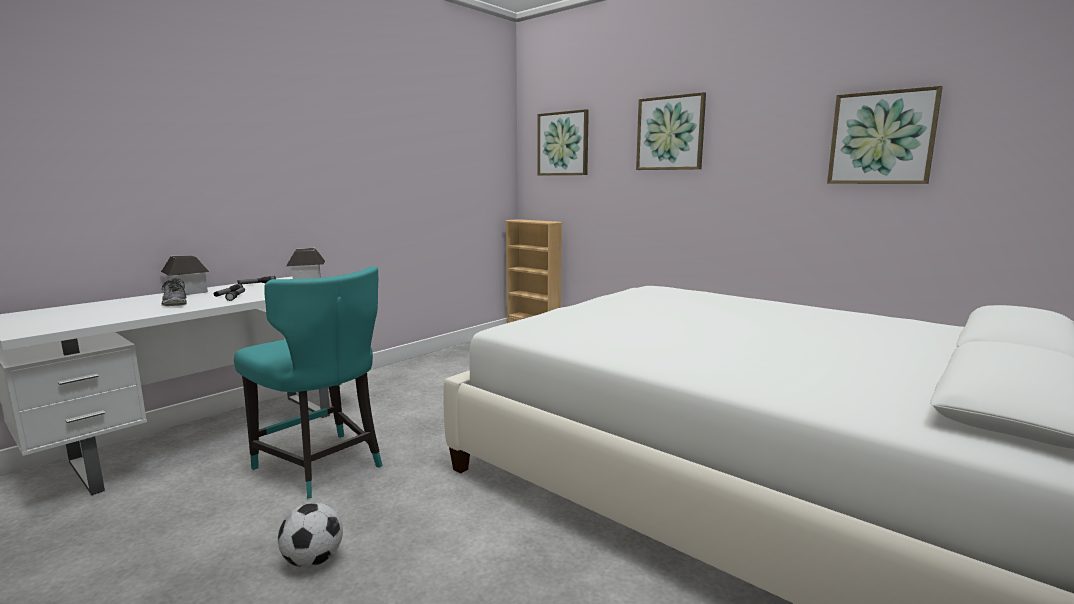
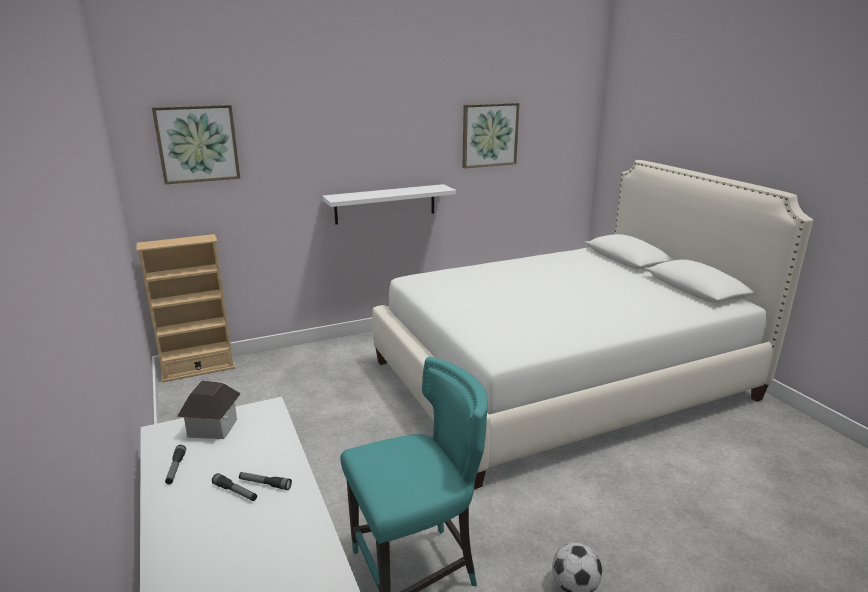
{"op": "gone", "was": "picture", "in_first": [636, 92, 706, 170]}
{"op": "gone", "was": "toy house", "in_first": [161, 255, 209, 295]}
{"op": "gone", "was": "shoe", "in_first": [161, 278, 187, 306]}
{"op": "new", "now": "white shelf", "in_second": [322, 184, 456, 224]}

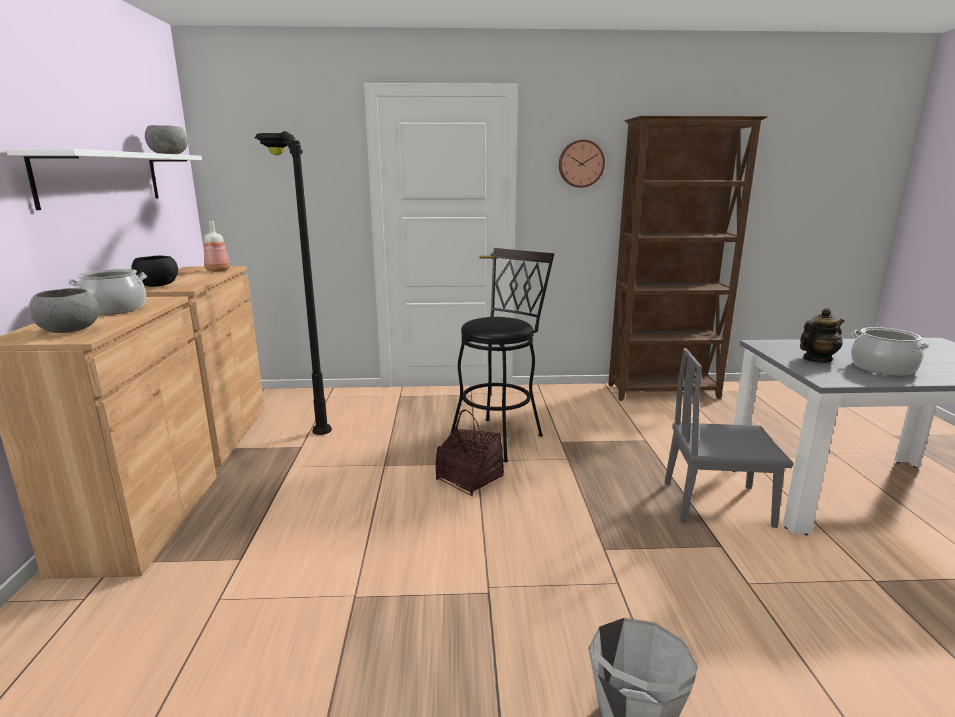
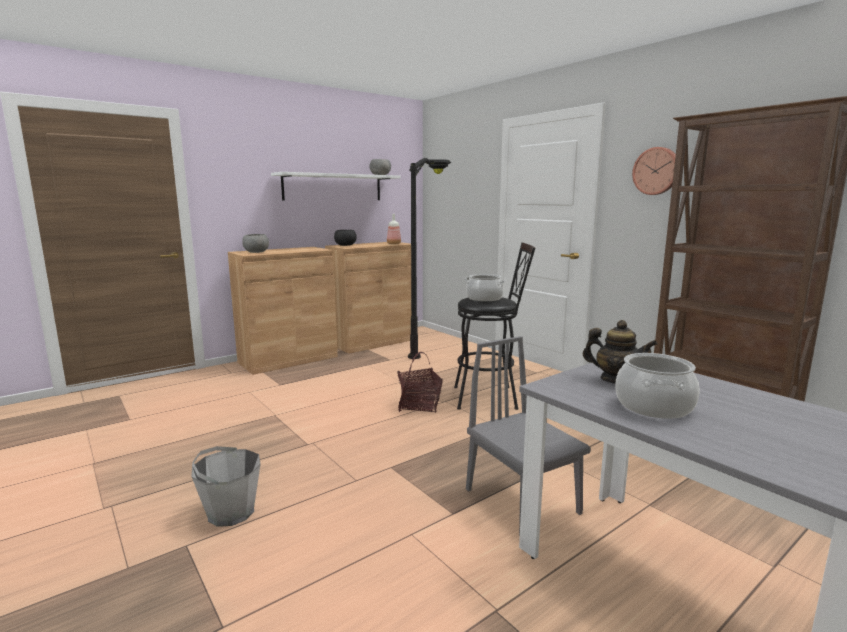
{"op": "shifted", "was": "cooking pot", "in_first": [68, 269, 147, 315], "in_second": [464, 274, 506, 302]}

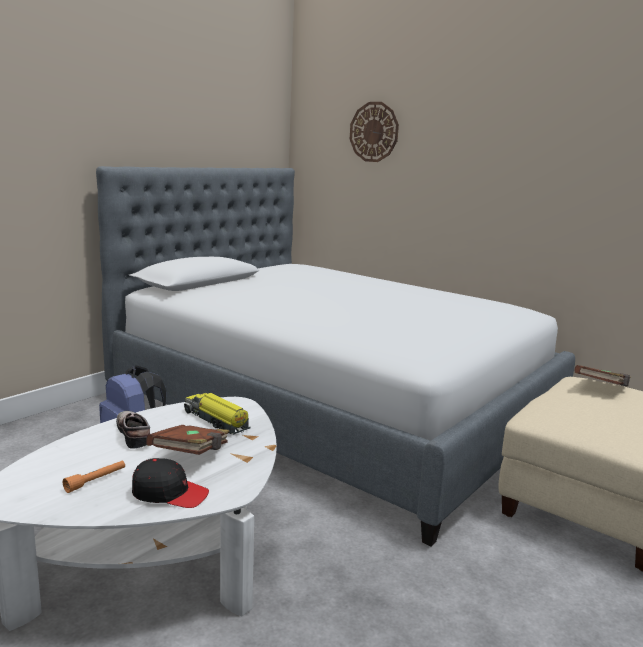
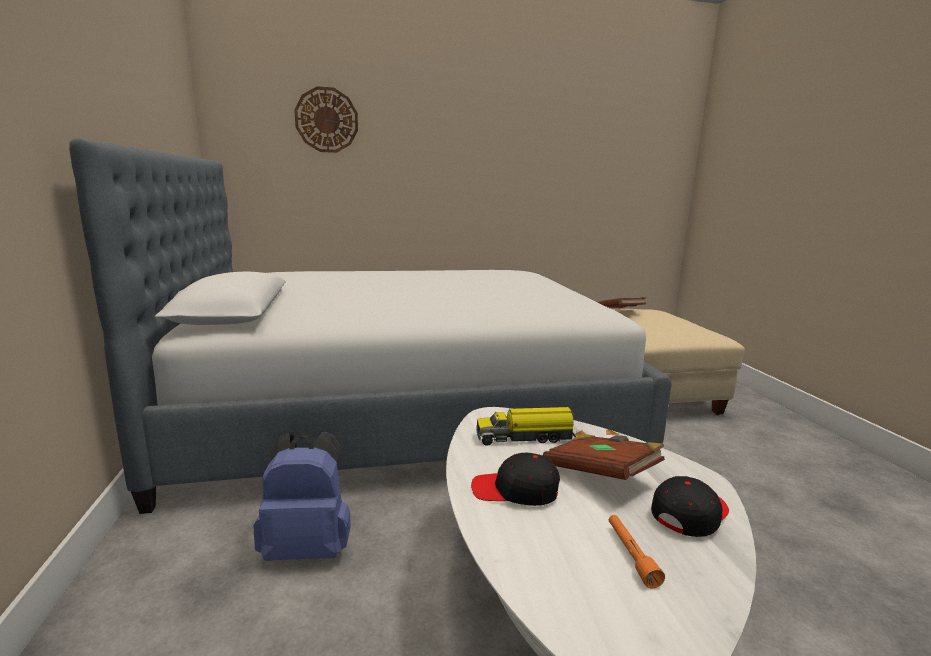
{"op": "swapped", "was": "shoe", "now": "black cap", "in_first": [116, 411, 150, 449], "in_second": [471, 453, 560, 506]}

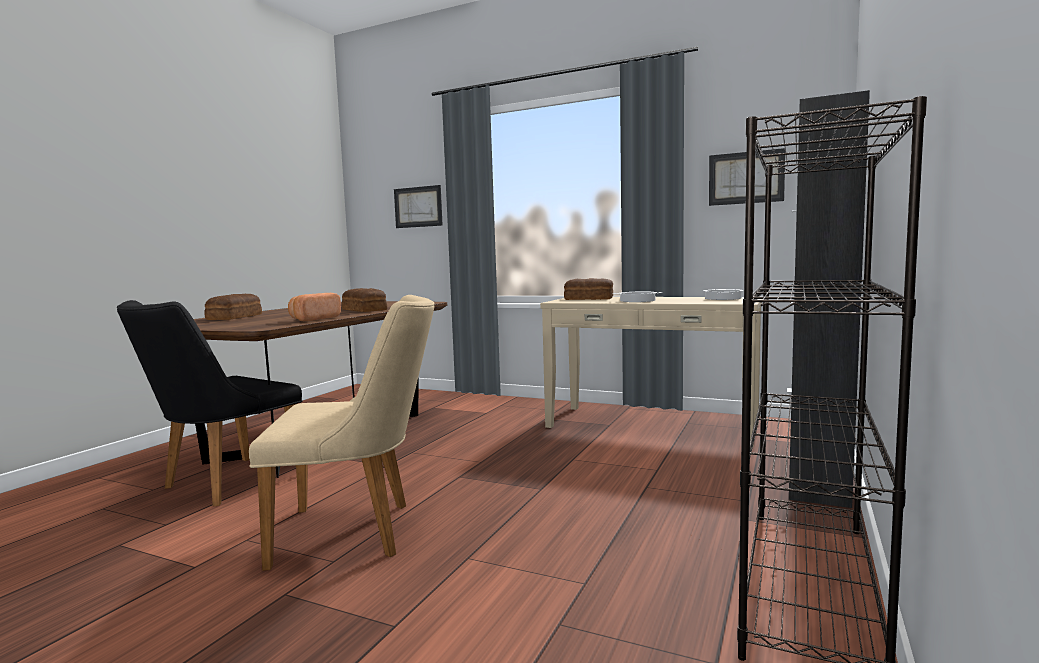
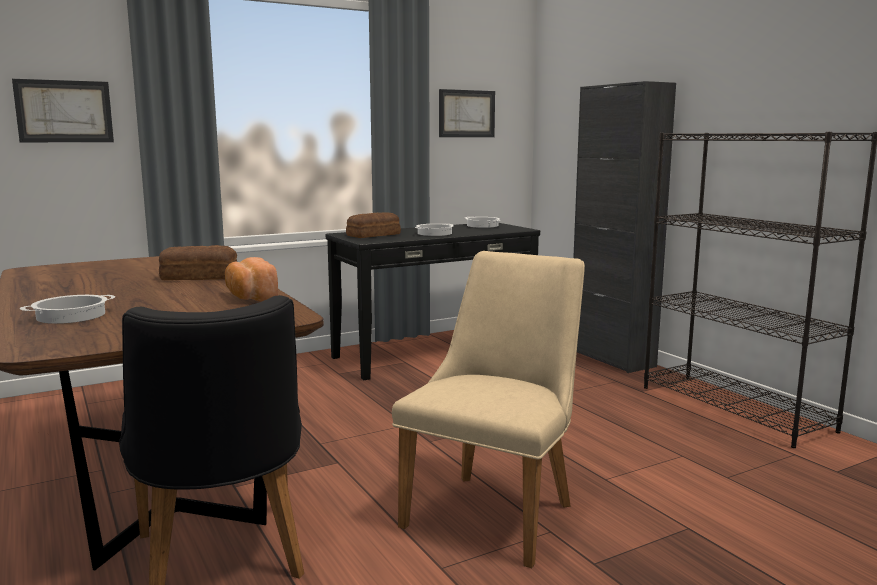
{"op": "swapped", "was": "bread", "now": "cooking pot", "in_first": [204, 294, 262, 320], "in_second": [20, 295, 115, 324]}
{"op": "repainted", "was": "beige console table", "now": "black console table", "in_first": [540, 297, 763, 449], "in_second": [326, 223, 540, 380]}

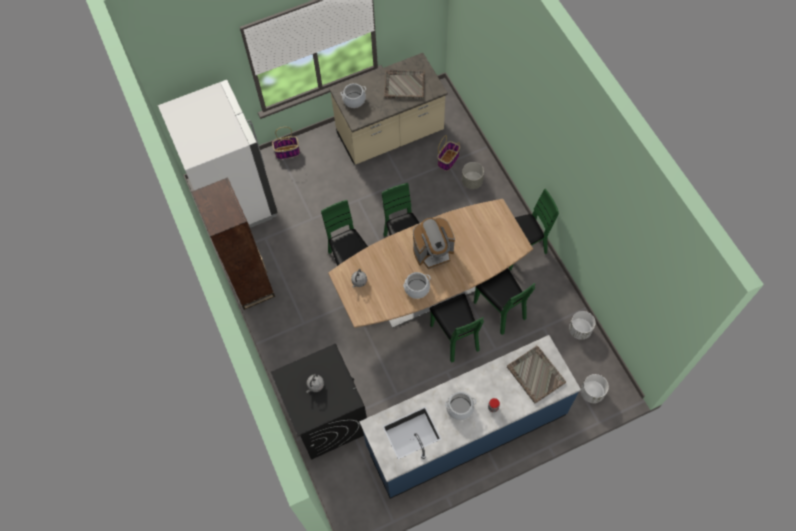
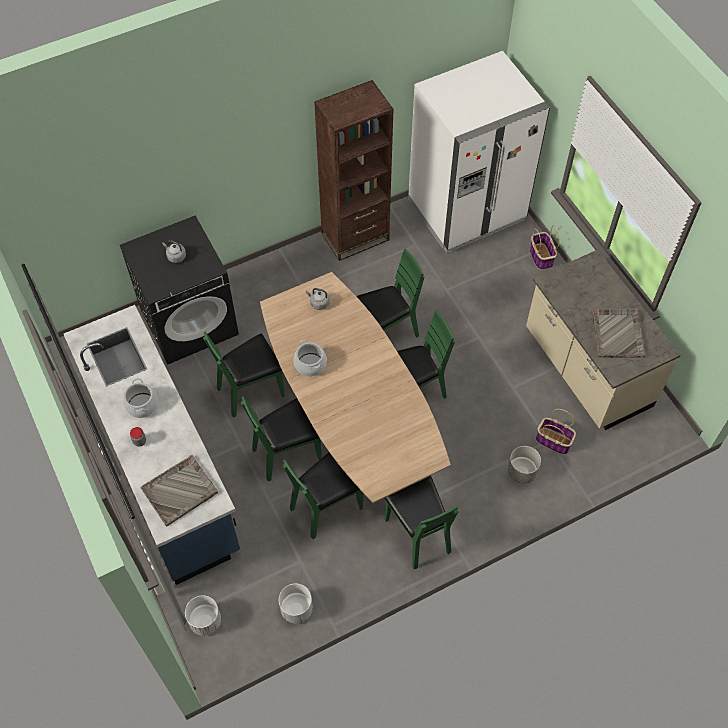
{"op": "gone", "was": "cooking pot", "in_first": [341, 83, 366, 108]}
{"op": "gone", "was": "coffee machine", "in_first": [413, 218, 455, 269]}
{"op": "new", "now": "green chair", "in_second": [203, 331, 285, 418]}

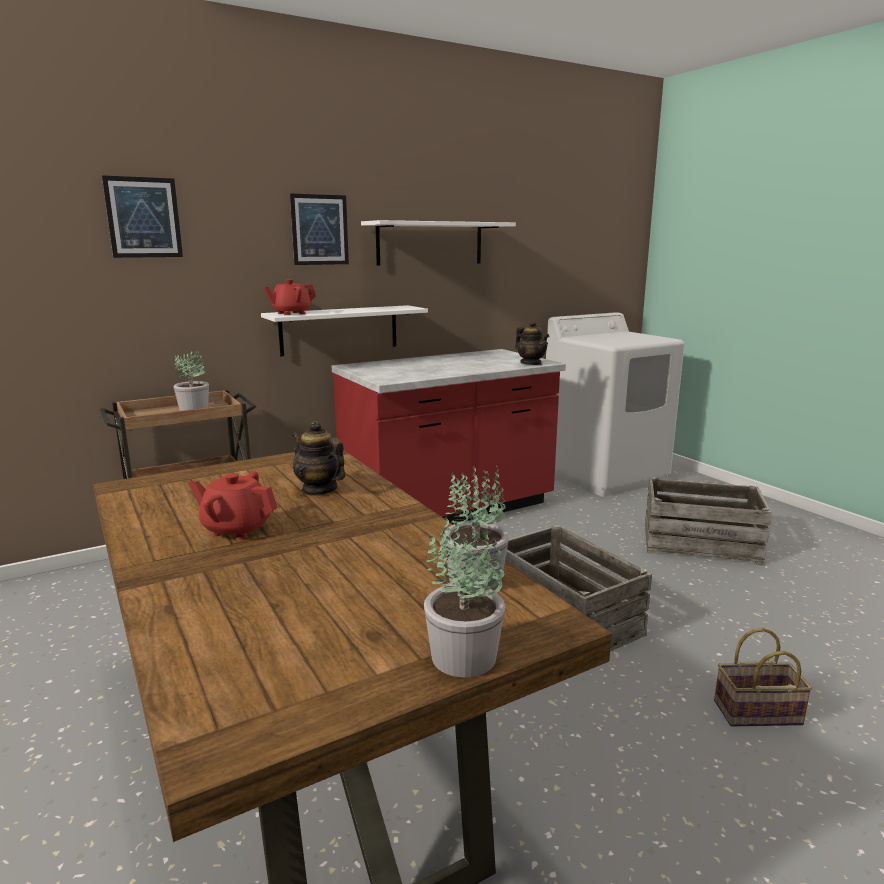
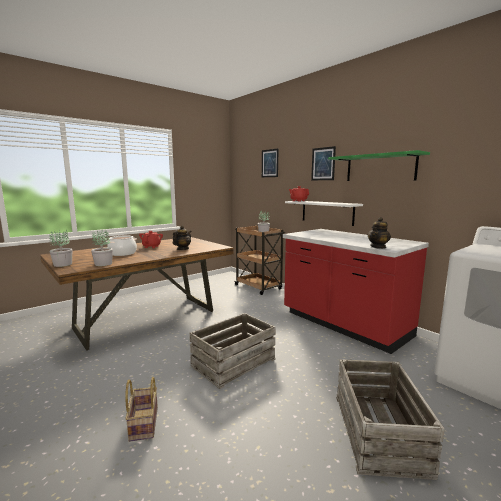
{"op": "repainted", "was": "white shelf", "now": "green shelf", "in_first": [361, 220, 516, 266], "in_second": [328, 150, 430, 181]}
{"op": "new", "now": "cooking pot", "in_second": [106, 236, 137, 256]}

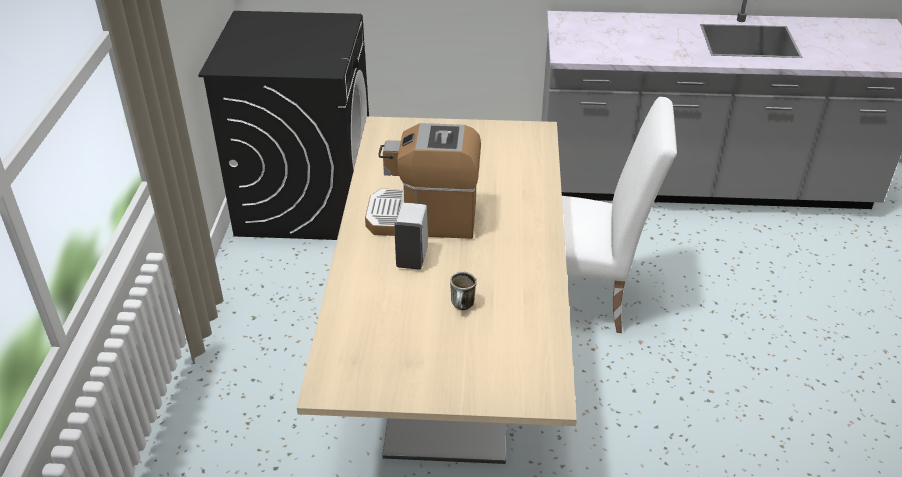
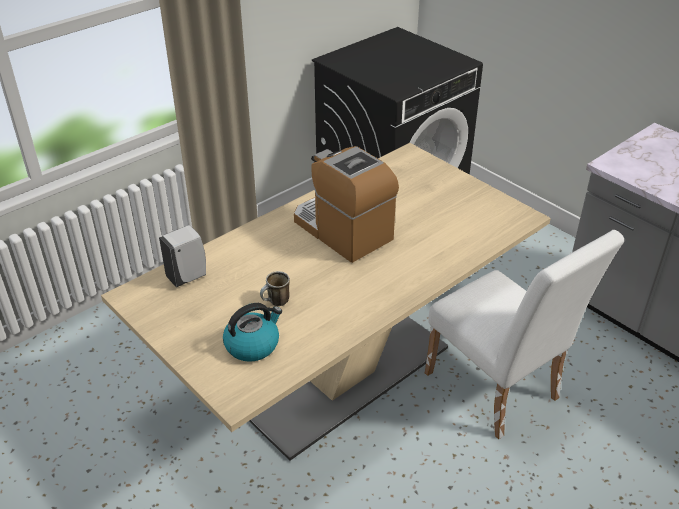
{"op": "shifted", "was": "white soap dispenser", "in_first": [394, 203, 428, 269], "in_second": [159, 225, 206, 287]}
{"op": "new", "now": "kettle", "in_second": [223, 303, 282, 362]}

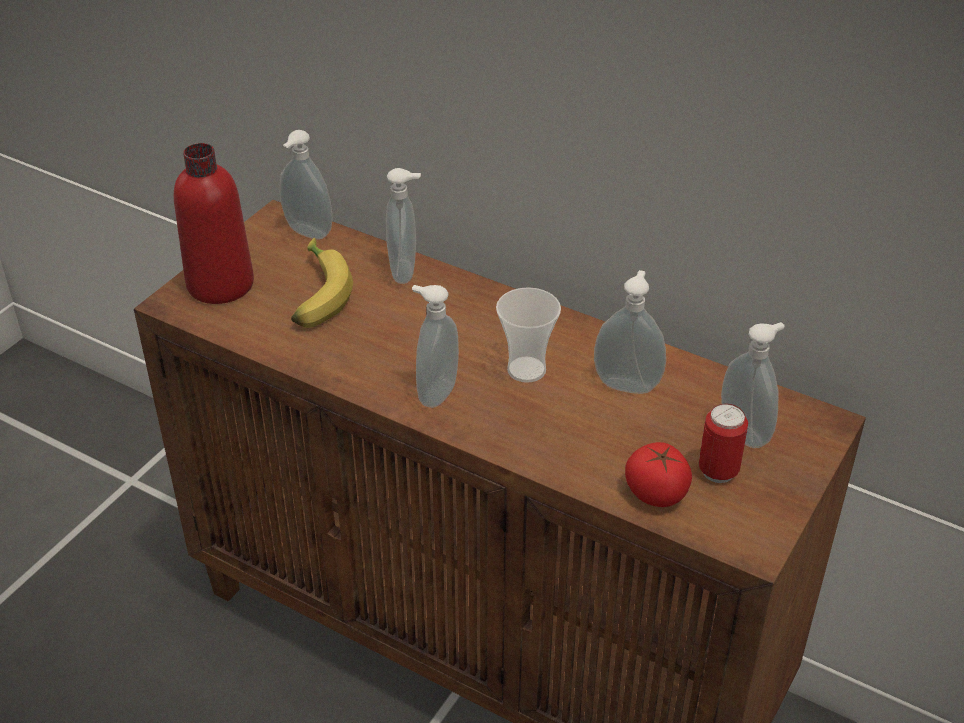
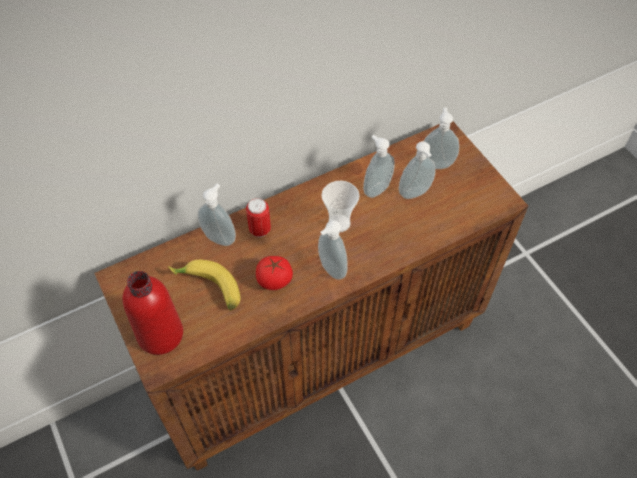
{"op": "shifted", "was": "soap dispenser", "in_first": [280, 130, 333, 239], "in_second": [399, 141, 436, 199]}
{"op": "shifted", "was": "can", "in_first": [699, 403, 748, 483], "in_second": [246, 198, 271, 237]}
{"op": "shifted", "was": "tomato", "in_first": [625, 442, 692, 507], "in_second": [256, 256, 293, 290]}

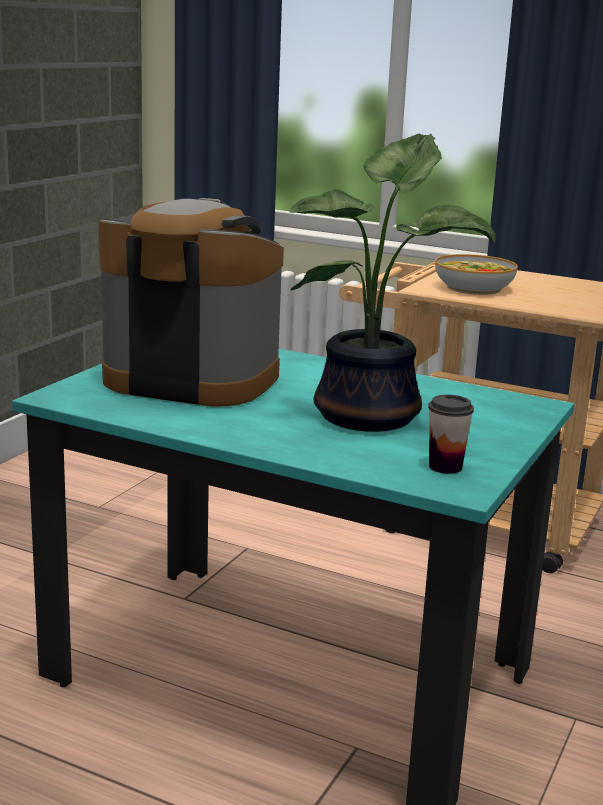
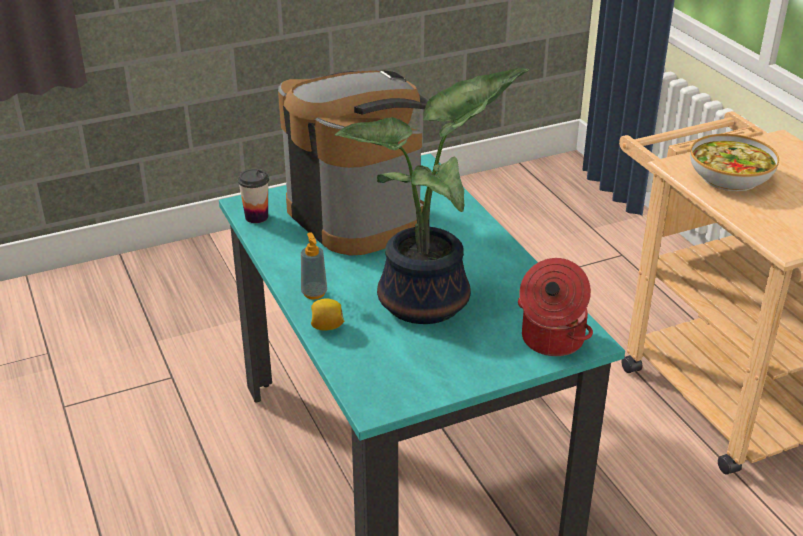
{"op": "shifted", "was": "cup", "in_first": [428, 394, 474, 474], "in_second": [238, 169, 269, 223]}
{"op": "new", "now": "soap dispenser", "in_second": [301, 232, 327, 300]}
{"op": "new", "now": "cooking pot", "in_second": [518, 258, 593, 356]}
{"op": "new", "now": "lemon", "in_second": [311, 298, 344, 331]}

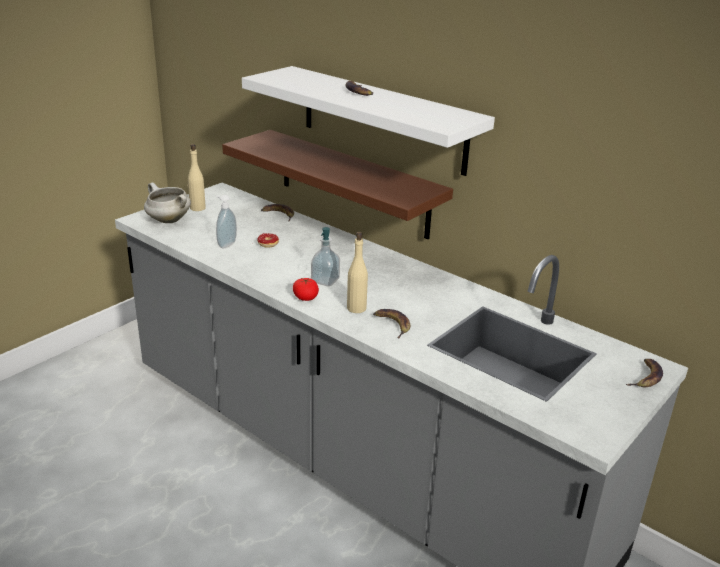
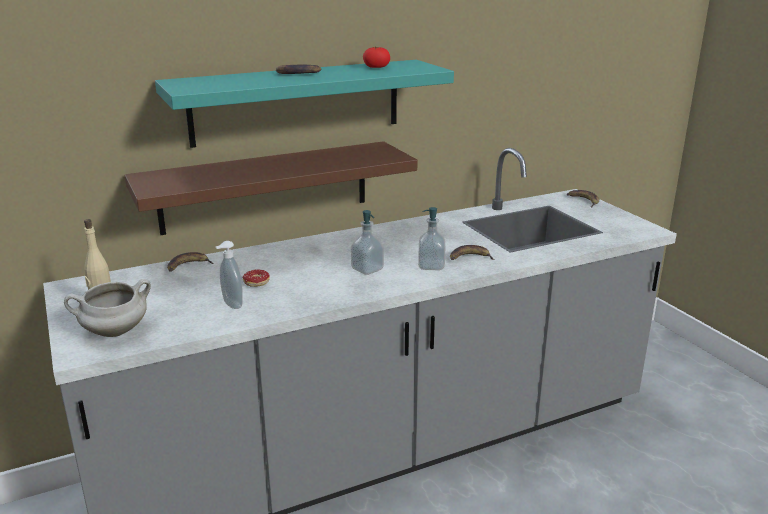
{"op": "repainted", "was": "white shelf", "now": "turquoise shelf", "in_first": [242, 66, 495, 176], "in_second": [155, 60, 454, 148]}
{"op": "swapped", "was": "beige bottle", "now": "soap dispenser", "in_first": [347, 232, 368, 313], "in_second": [418, 207, 445, 270]}
{"op": "shifted", "was": "tomato", "in_first": [293, 278, 319, 301], "in_second": [363, 47, 390, 68]}

